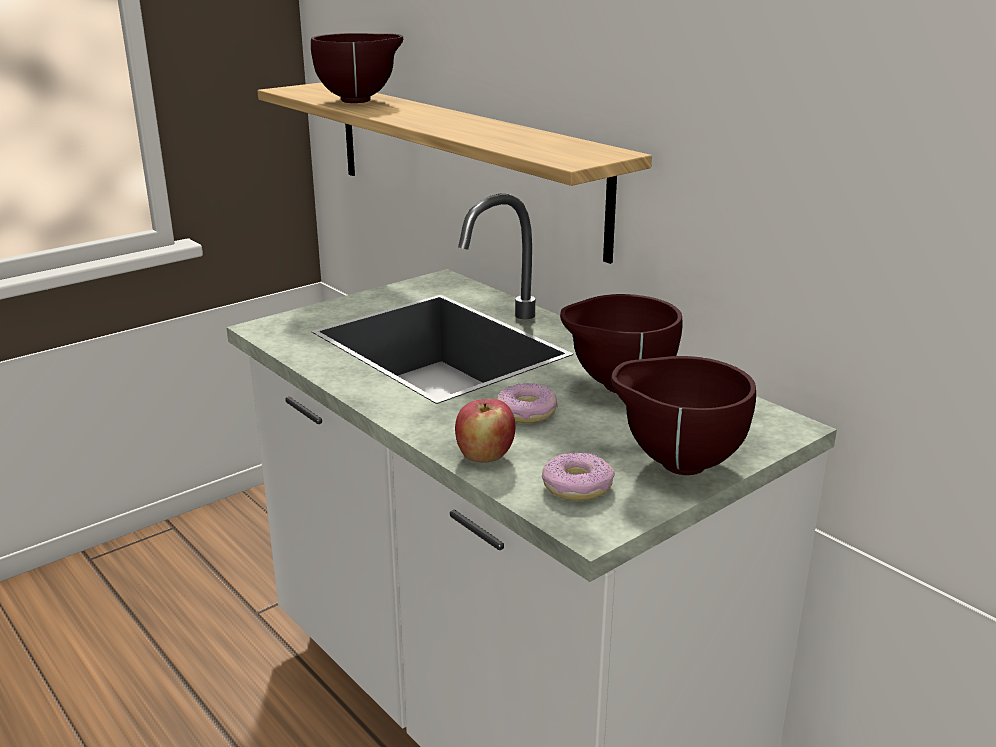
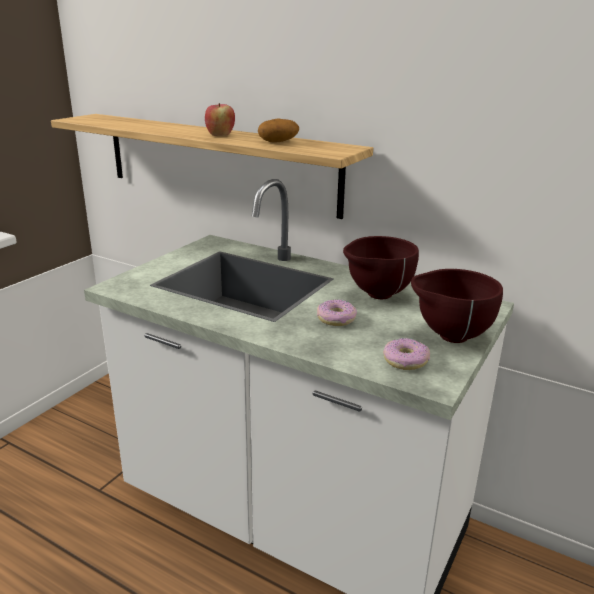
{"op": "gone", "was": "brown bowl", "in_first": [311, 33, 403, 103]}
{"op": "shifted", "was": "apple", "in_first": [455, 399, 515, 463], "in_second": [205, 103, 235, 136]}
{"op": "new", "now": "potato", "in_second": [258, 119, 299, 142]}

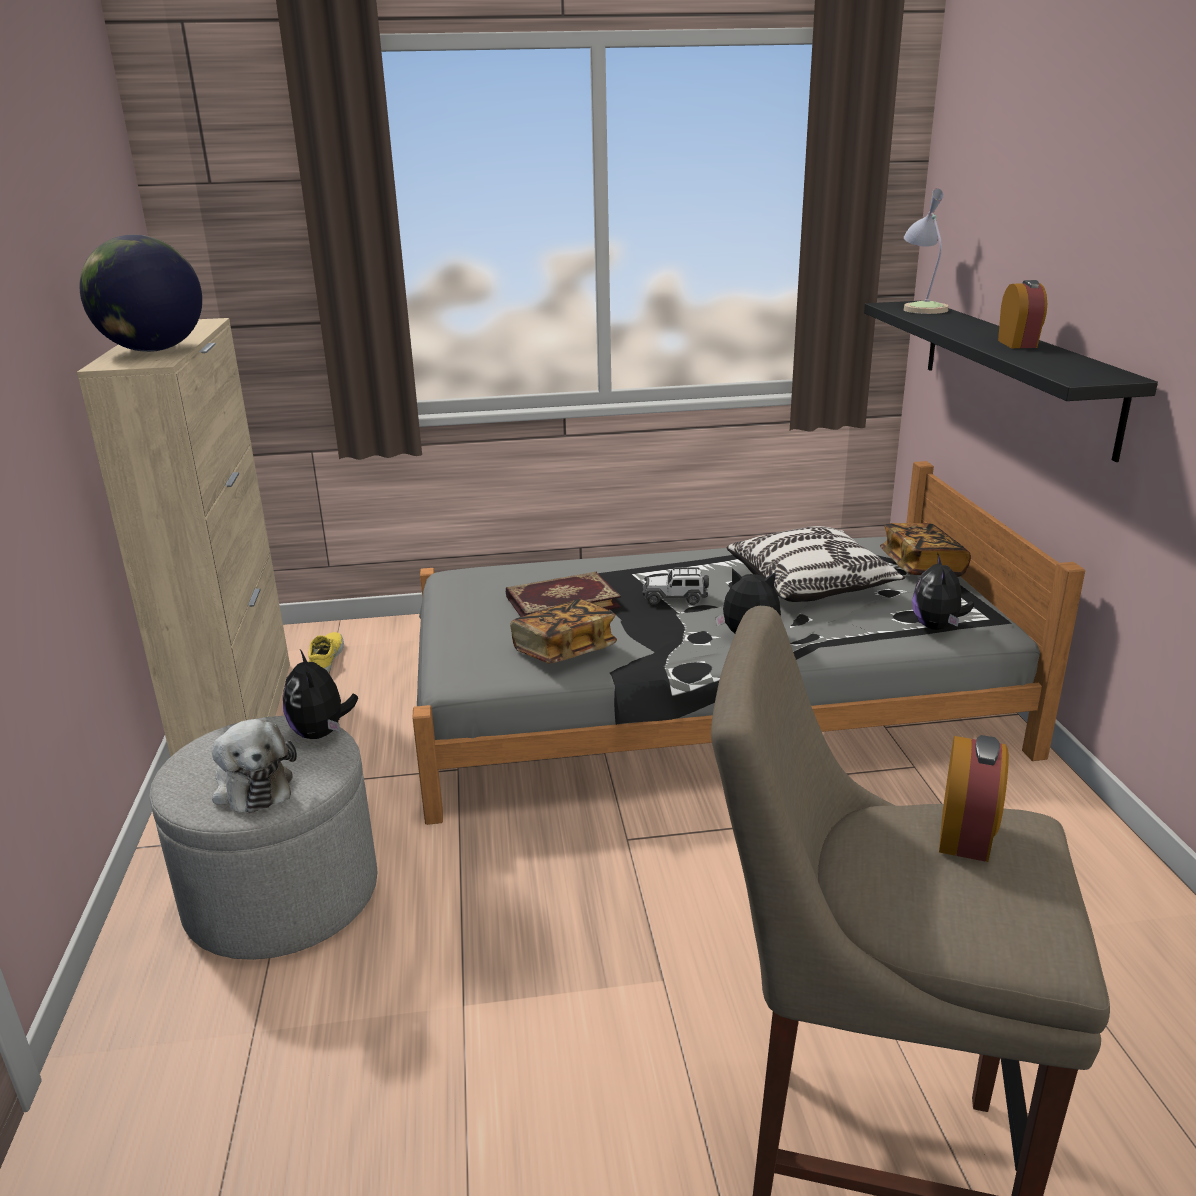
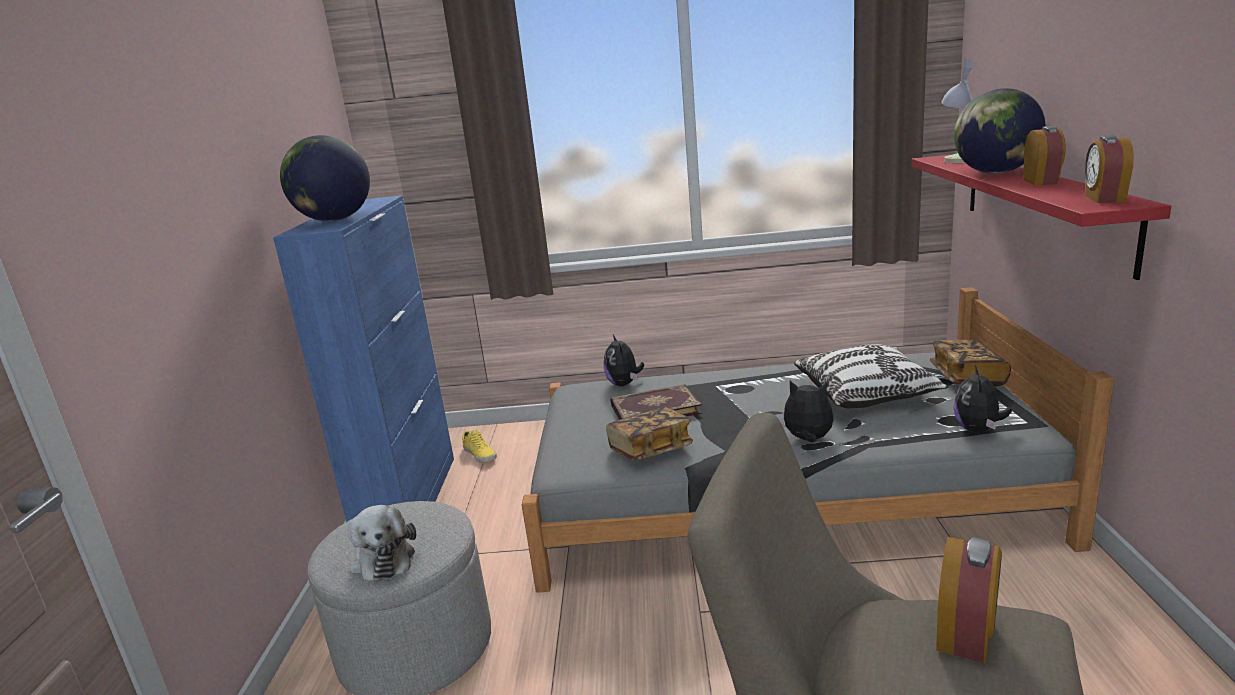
{"op": "repainted", "was": "black shelf", "now": "red shelf", "in_first": [864, 300, 1158, 462], "in_second": [911, 154, 1171, 280]}
{"op": "repainted", "was": "beige cabinet", "now": "blue cabinet", "in_first": [77, 318, 290, 757], "in_second": [273, 195, 454, 522]}
{"op": "gone", "was": "toy car", "in_first": [643, 567, 709, 605]}
{"op": "rotated", "was": "yellow shoe", "in_first": [308, 632, 344, 673], "in_second": [462, 430, 497, 463], "clockwise": 135}
{"op": "shifted", "was": "plush toy", "in_first": [283, 649, 358, 739], "in_second": [604, 335, 644, 386]}
{"op": "new", "now": "globe", "in_second": [954, 88, 1045, 174]}
{"op": "new", "now": "alarm clock", "in_second": [1085, 135, 1134, 203]}

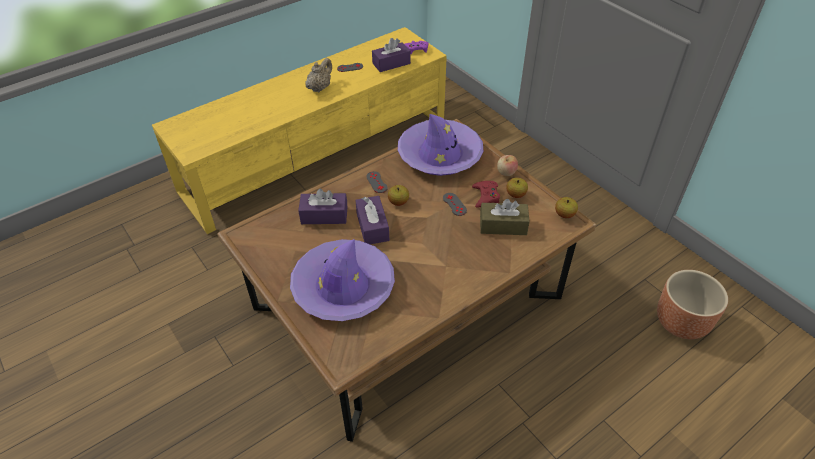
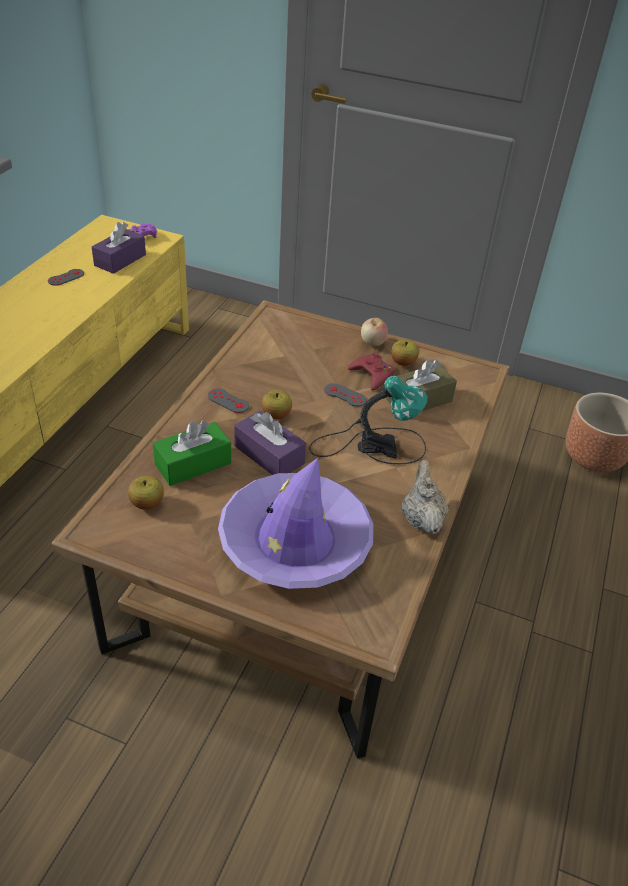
{"op": "shifted", "was": "beige teapot", "in_first": [306, 58, 332, 92], "in_second": [402, 460, 449, 535]}
{"op": "gone", "was": "purple hat", "in_first": [398, 114, 483, 176]}
{"op": "repainted", "was": "purple tissue box", "now": "green tissue box", "in_first": [298, 189, 347, 224], "in_second": [153, 420, 231, 486]}
{"op": "shifted", "was": "apple", "in_first": [555, 197, 578, 218], "in_second": [128, 476, 164, 510]}
{"op": "new", "now": "table lamp", "in_second": [309, 375, 427, 464]}

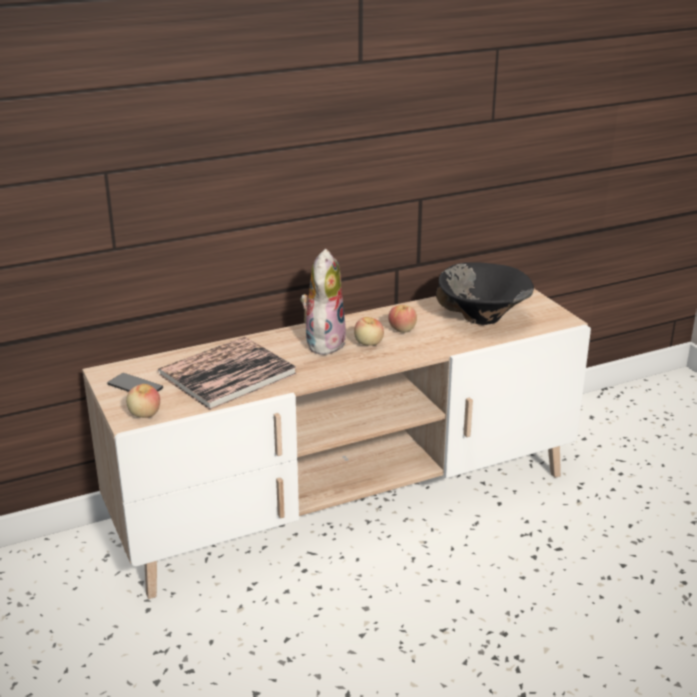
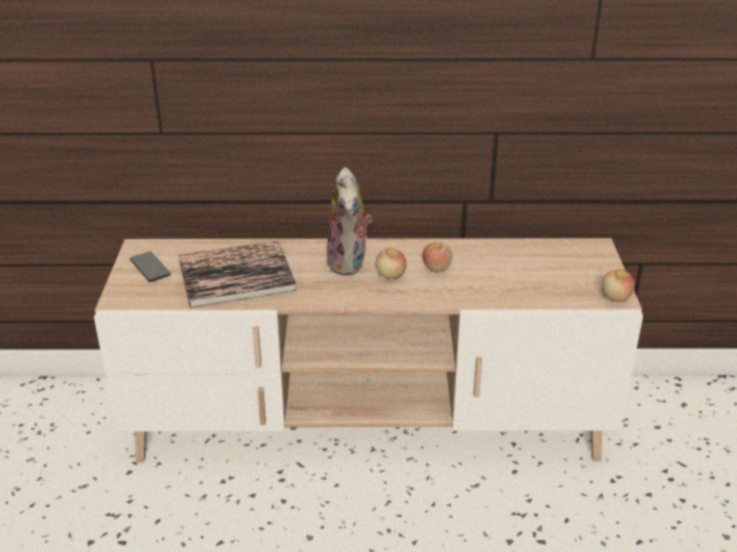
{"op": "rotated", "was": "plush toy", "in_first": [300, 249, 346, 356], "in_second": [326, 167, 373, 275], "clockwise": 135}
{"op": "gone", "was": "black bowl", "in_first": [436, 262, 534, 325]}
{"op": "shifted", "was": "apple", "in_first": [126, 384, 160, 418], "in_second": [602, 269, 635, 302]}

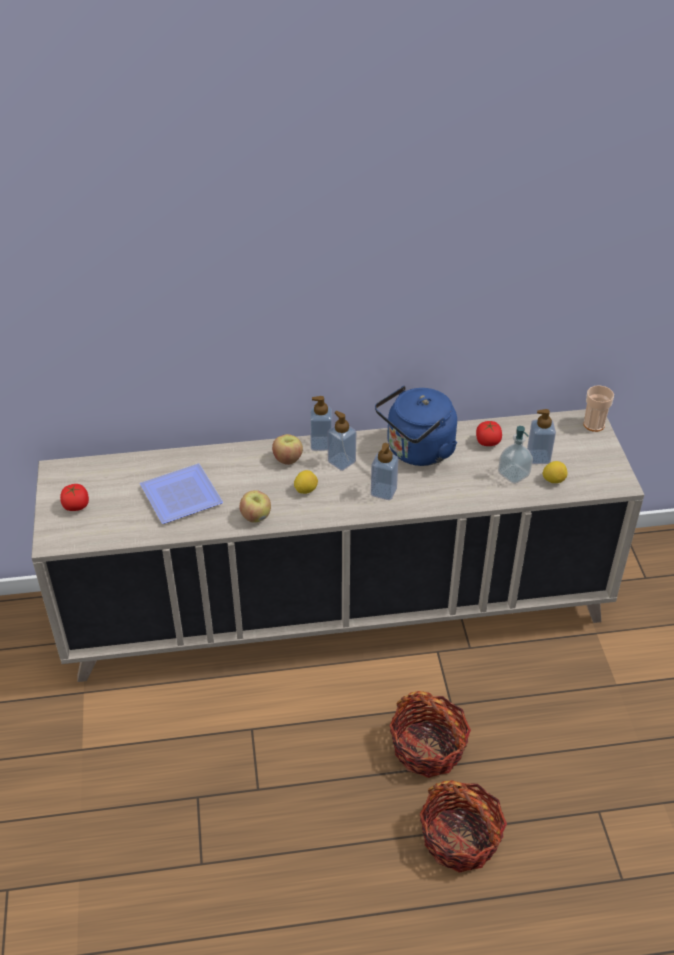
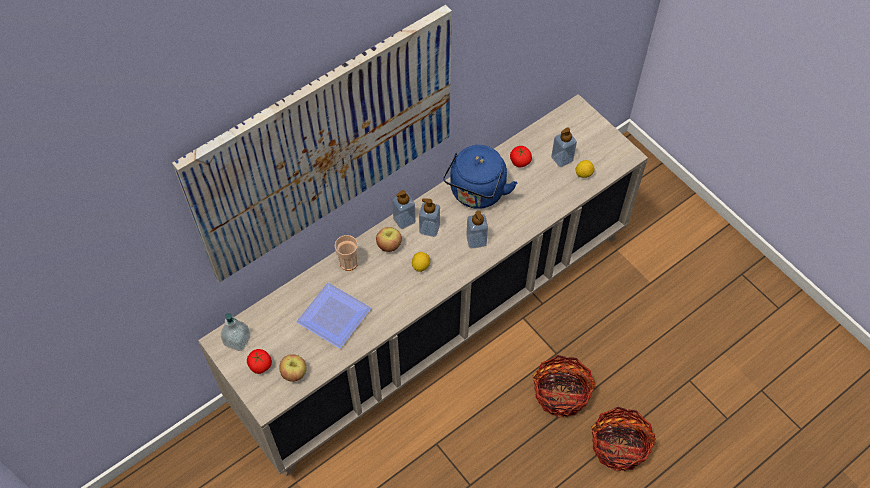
{"op": "shifted", "was": "cup", "in_first": [583, 385, 614, 432], "in_second": [335, 235, 358, 271]}
{"op": "shifted", "was": "soap dispenser", "in_first": [498, 426, 533, 484], "in_second": [221, 313, 250, 351]}
{"op": "shifted", "was": "apple", "in_first": [240, 490, 271, 523], "in_second": [279, 354, 306, 382]}
{"op": "new", "now": "picture", "in_second": [172, 5, 452, 283]}

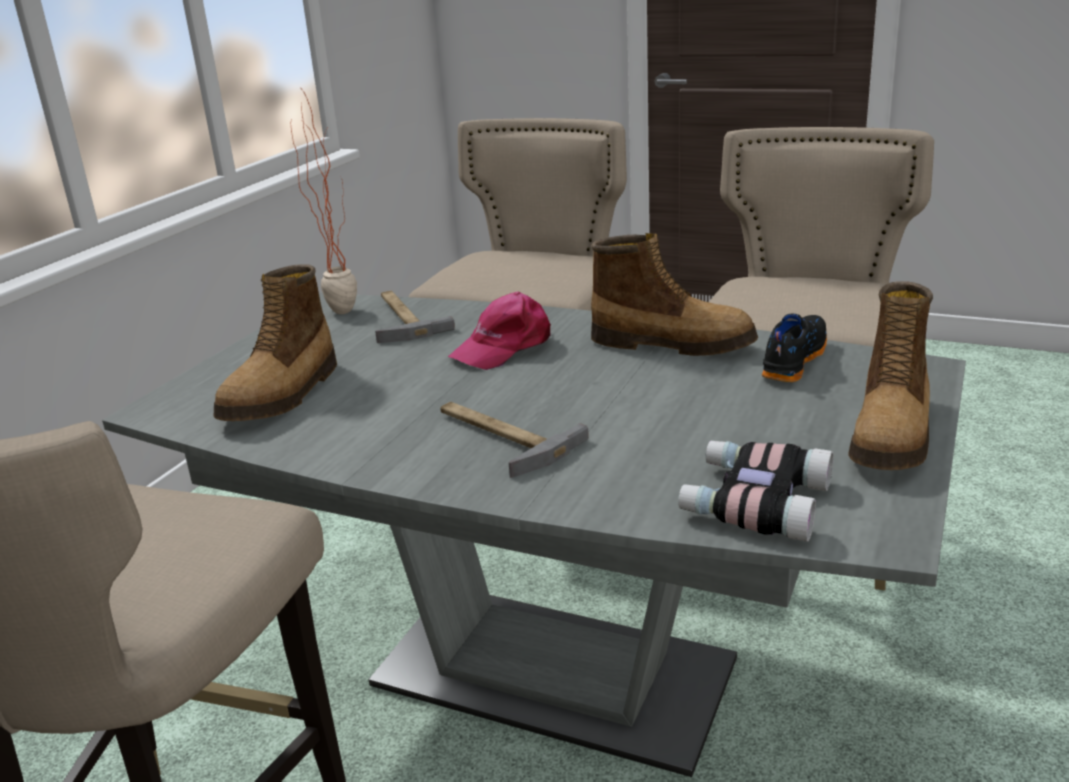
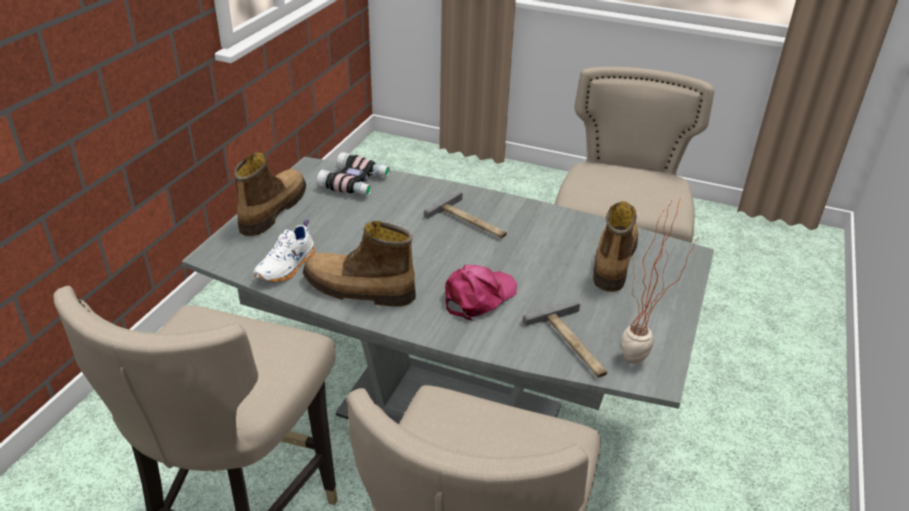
{"op": "repainted", "was": "black shoe", "now": "white shoe", "in_first": [762, 314, 827, 382], "in_second": [254, 219, 315, 282]}

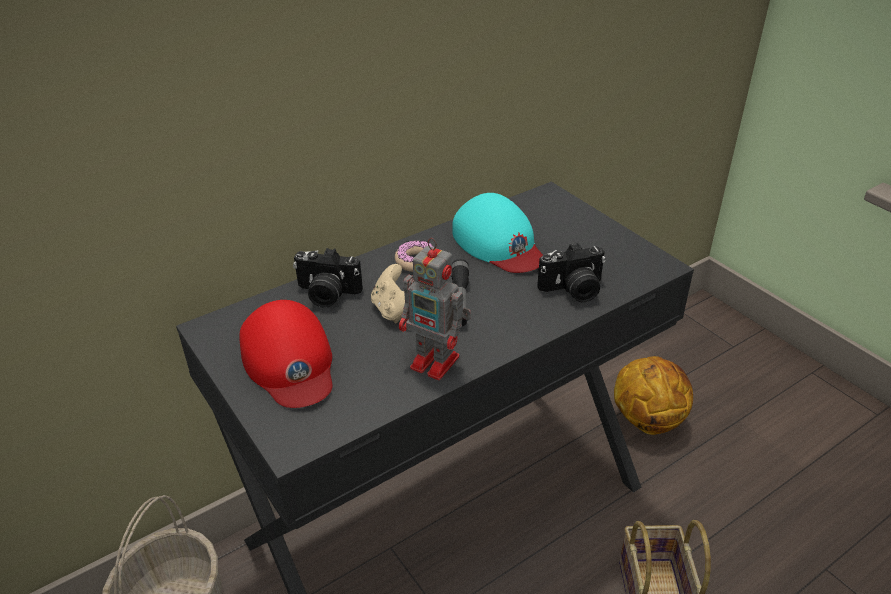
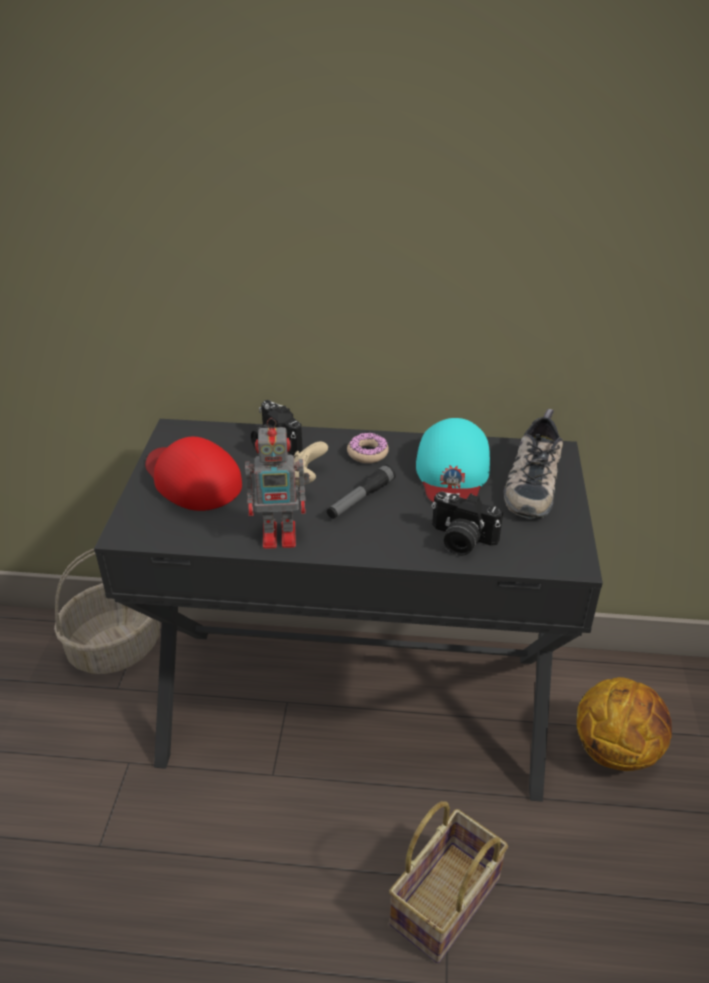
{"op": "rotated", "was": "toy robot", "in_first": [399, 238, 471, 380], "in_second": [245, 418, 310, 549], "clockwise": -75}
{"op": "rotated", "was": "red cap", "in_first": [239, 300, 332, 408], "in_second": [145, 437, 242, 511], "clockwise": 120}
{"op": "new", "now": "shoe", "in_second": [504, 409, 563, 519]}

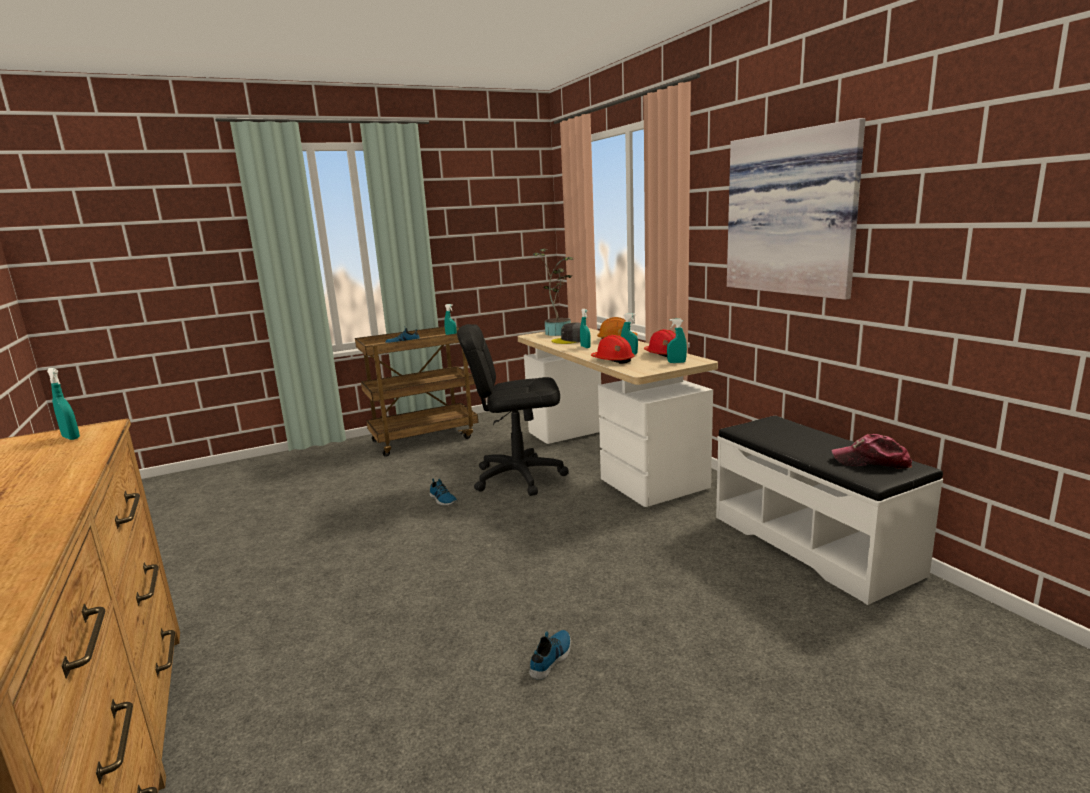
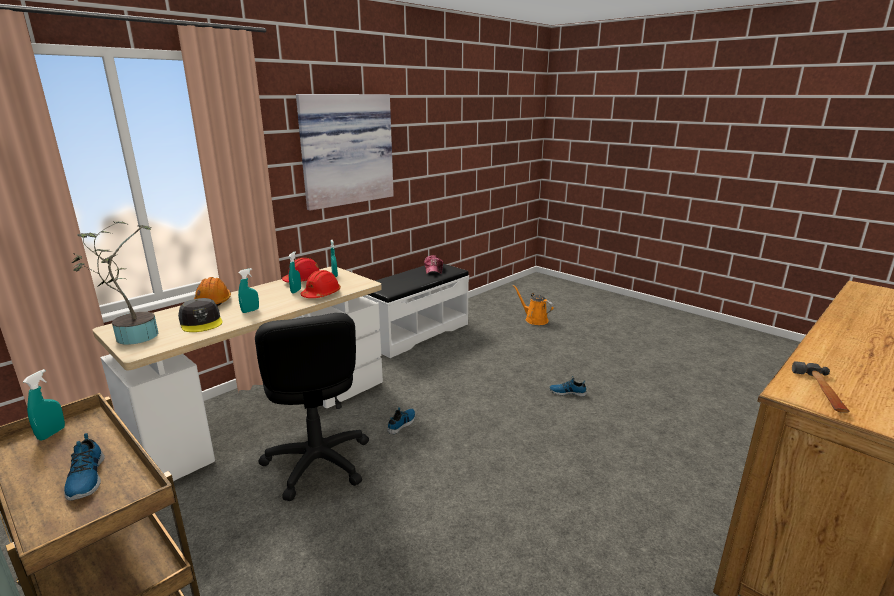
{"op": "swapped", "was": "turquoise spray bottle", "now": "hammer", "in_first": [47, 368, 80, 440], "in_second": [792, 361, 850, 413]}
{"op": "shifted", "was": "shoe", "in_first": [429, 478, 458, 505], "in_second": [387, 407, 416, 434]}
{"op": "new", "now": "orange watering can", "in_second": [513, 285, 554, 325]}

